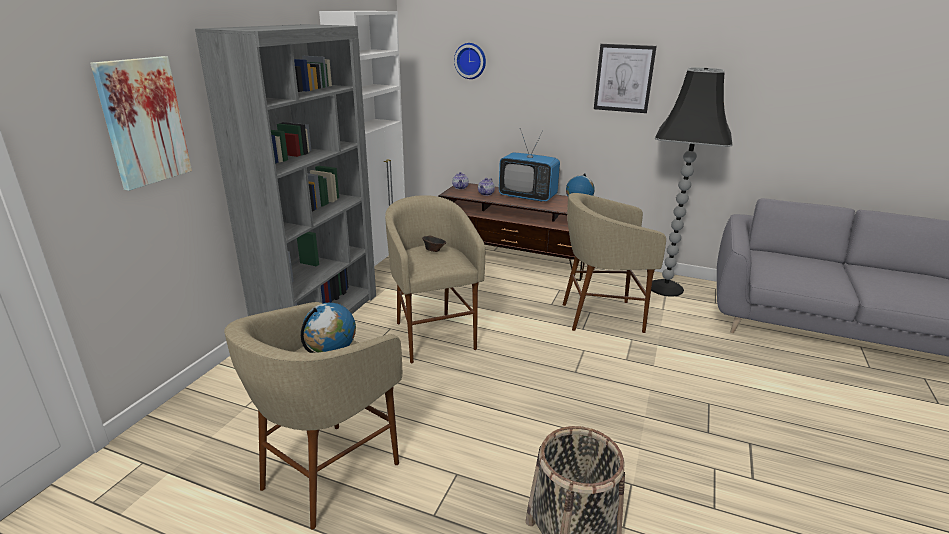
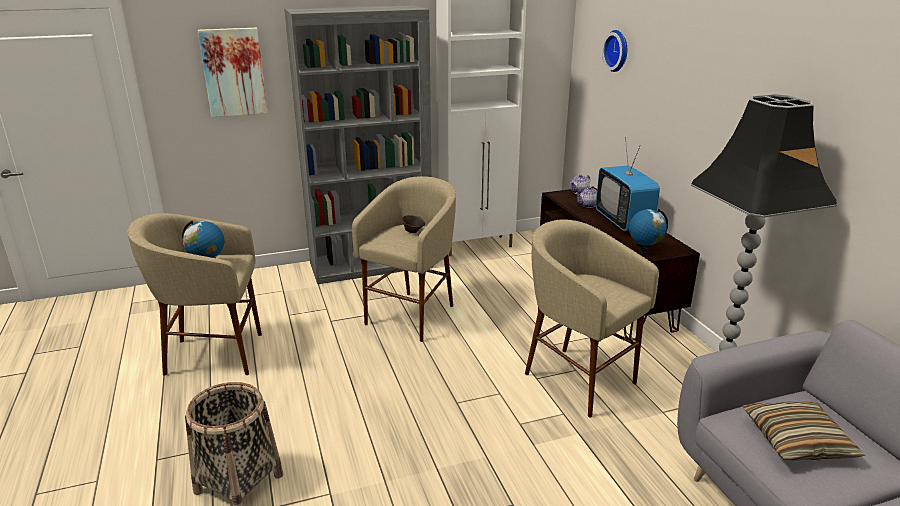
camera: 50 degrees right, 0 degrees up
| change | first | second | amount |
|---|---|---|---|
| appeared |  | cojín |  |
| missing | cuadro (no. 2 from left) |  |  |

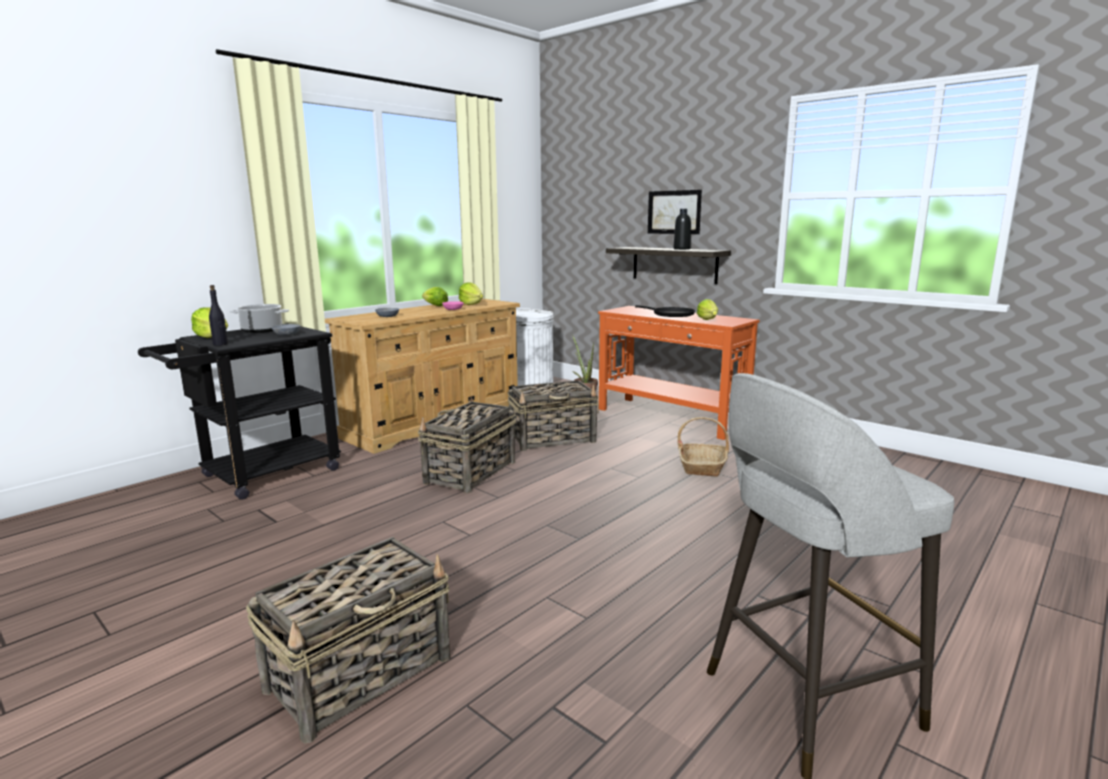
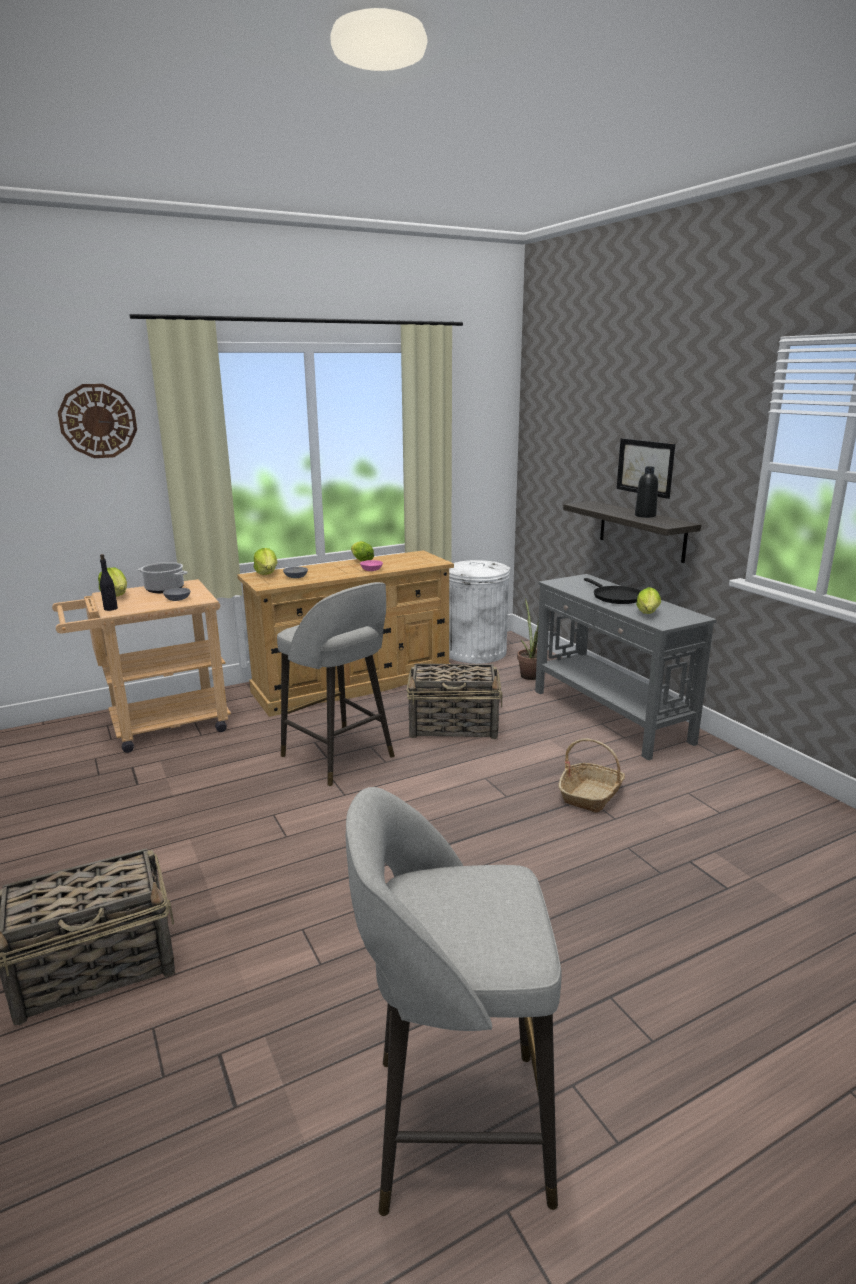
camera: 20 degrees right, 5 degrees up
| change | first | second | amount |
|---|---|---|---|
| colour | carrito (negro) | carrito (beis) |  |
| appeared |  | reloj de pared |  |
| relocated | lechuga (no. 3 from left in the first image) | lechuga (no. 2 from left) |  |
| exchanged | cesta (no. 2 from left) | taburete (gris) (no. 1 from left) |  |
| colour | mesa consola (naranja) | mesa consola (gris) |  |

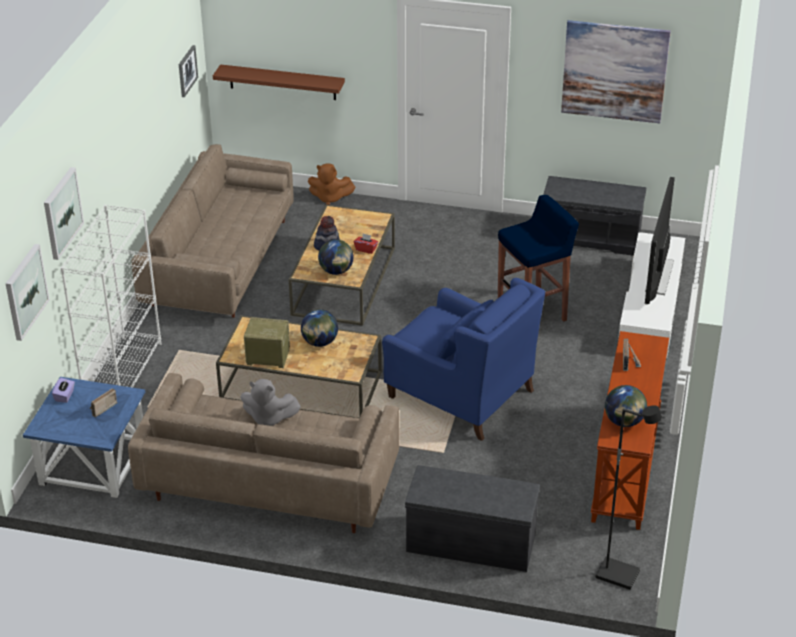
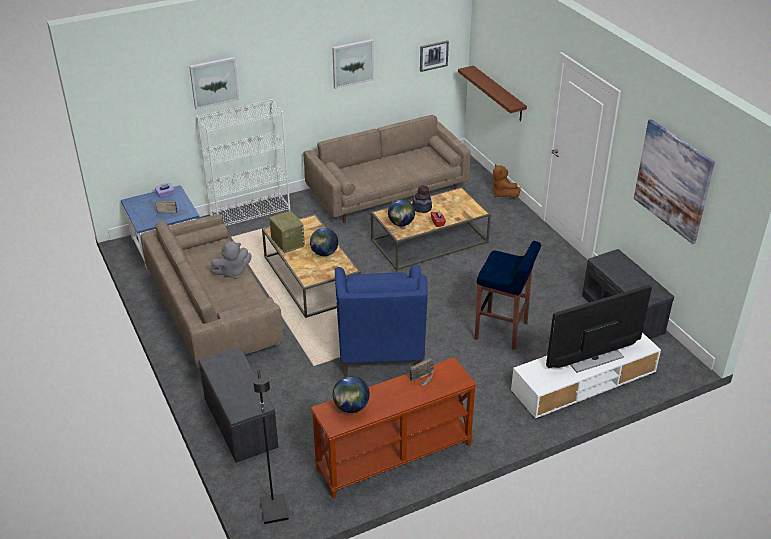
camera: 50 degrees right, 0 degrees up
| change | first | second | amount |
|---|---|---|---|
| spun | peluche (gris) |  | 90 degrees counterclockwise |
| relocated | cuadro (no. 1 from left in the first image) | cuadro (no. 2 from left) |  |

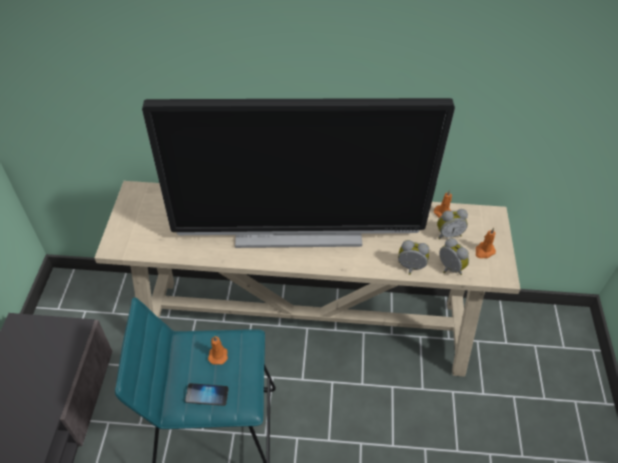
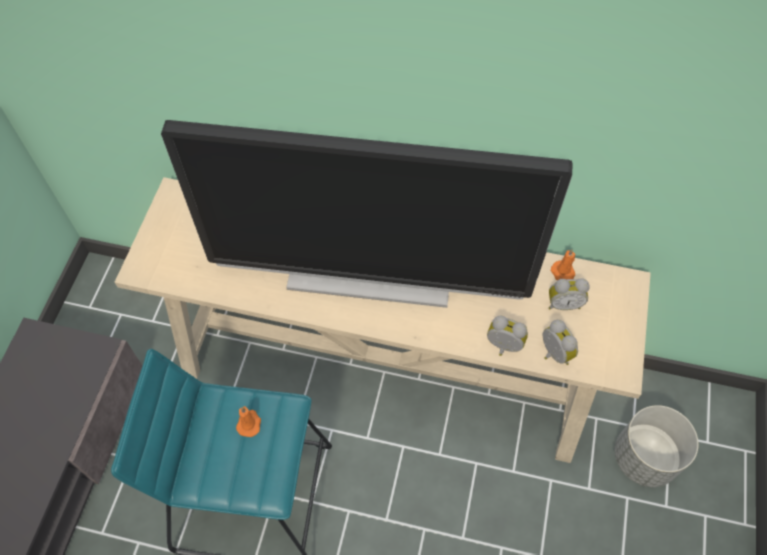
camera: 10 degrees right, 10 degrees up
| change | first | second | amount |
|---|---|---|---|
| appeared |  | maceta (gris) |  |
| missing | móvil |  |  |
| missing | vela (naranja) (no. 3 from left) |  |  |

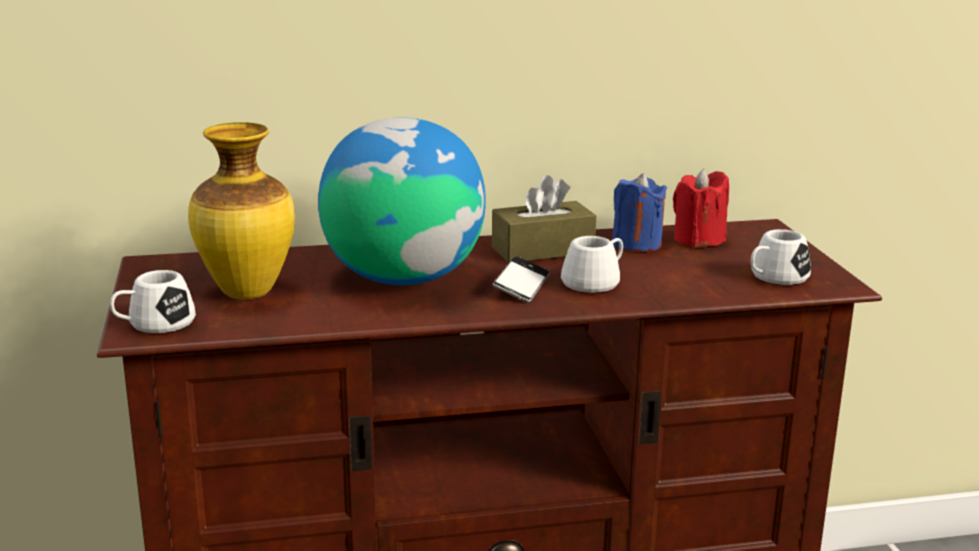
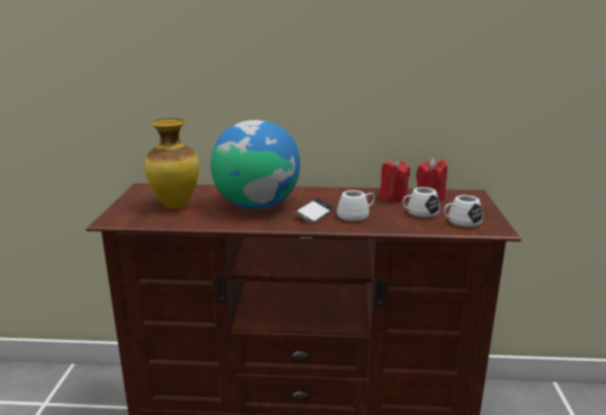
camera: 15 degrees right, 0 degrees up
| change | first | second | amount |
|---|---|---|---|
| colour | vela (azul) | vela (rojo) (no. 1 from left) |  |
| relocated | taza grande (blanco) (no. 1 from left in the first image) | taza grande (blanco) (no. 2 from left) |  |
| missing | caja de pañuelos (marrón) |  |  |

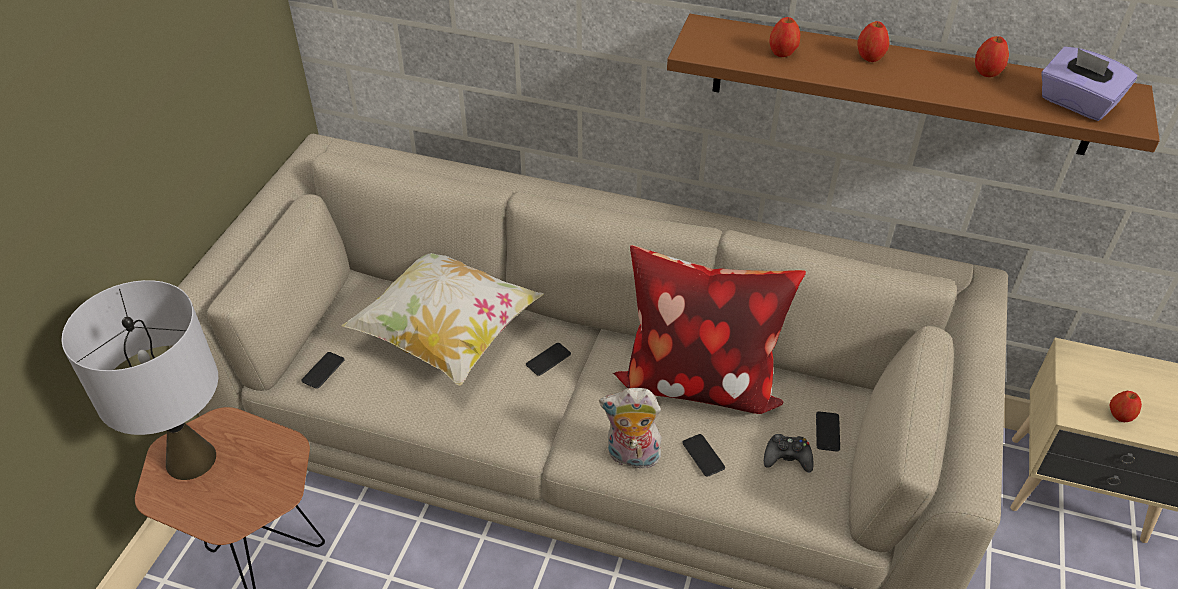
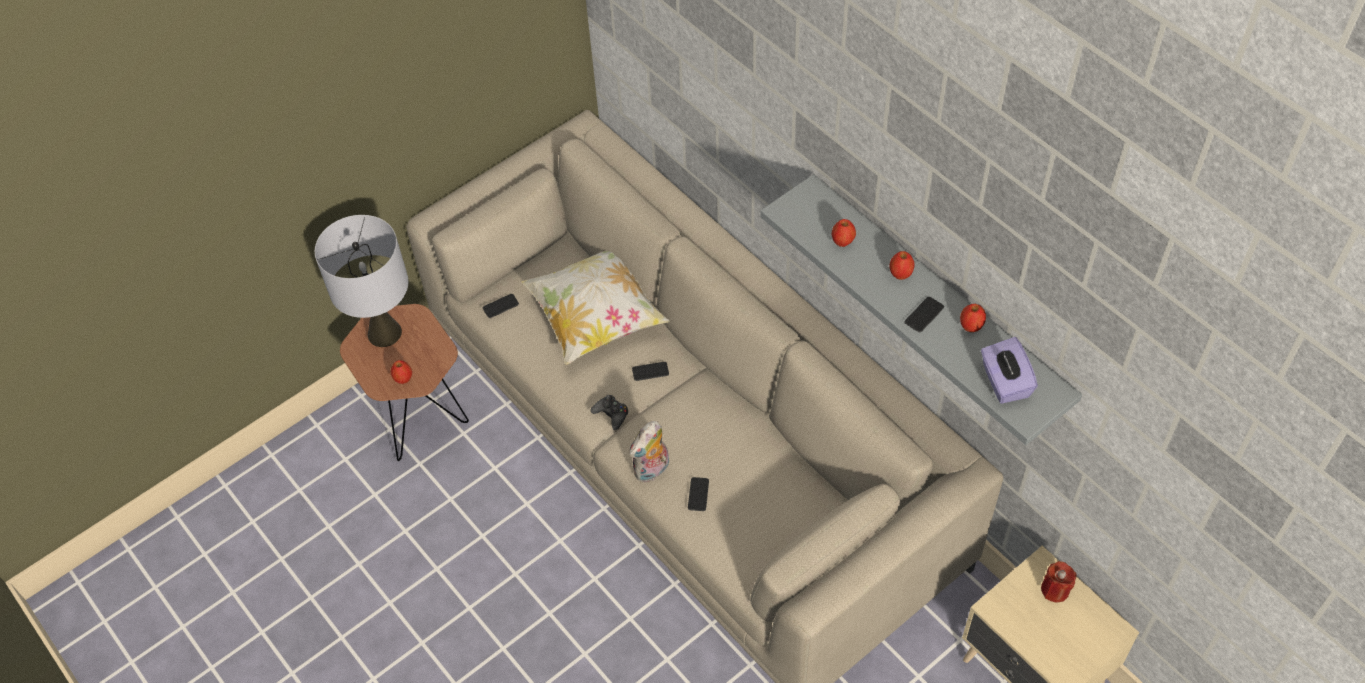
camera: 35 degrees right, 10 degrees up
| change | first | second | amount |
|---|---|---|---|
| relocated | manzana (no. 4 from left in the first image) | manzana (no. 1 from left) |  |
| relocated | mando de consola (negro) |  |  |
| spun | peluche |  | 90 degrees counterclockwise |
| colour | estante (marrón) | estante (gris) |  |
| relocated | móvil (no. 4 from left) |  |  |
| appeared |  | vela (rojo) |  |
| missing | cojín (no. 2 from left) |  |  |

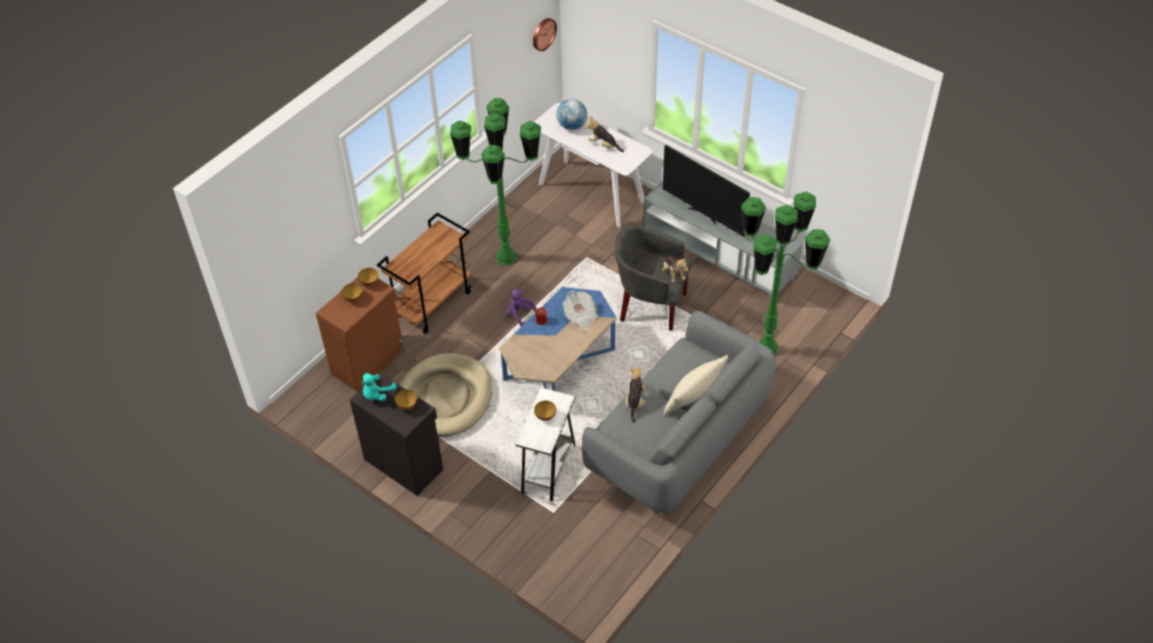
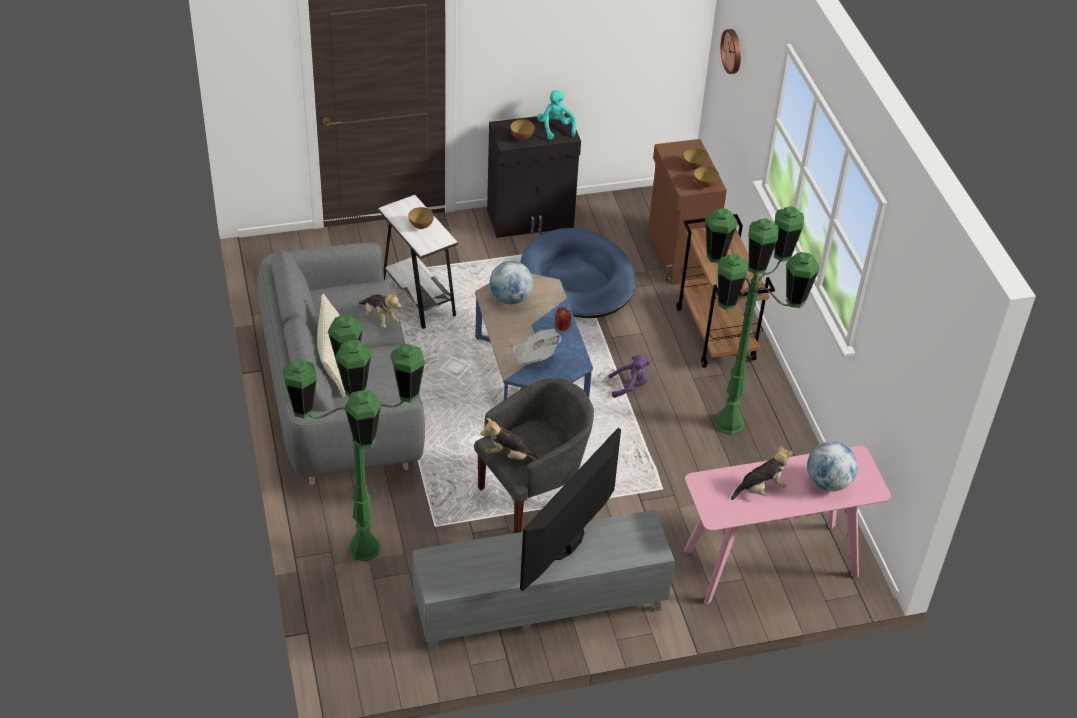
camera: 125 degrees right, 5 degrees down
| change | first | second | amount |
|---|---|---|---|
| appeared |  | globo terráqueo (no. 1 from left) |  |
| colour | cama para perro (beis) | cama para perro (azul) |  |
| spun | televisor |  | 45 degrees counterclockwise |
| colour | mesa consola (blanco) | mesa consola (rosa) |  |
| relocated | reloj de pared |  |  |

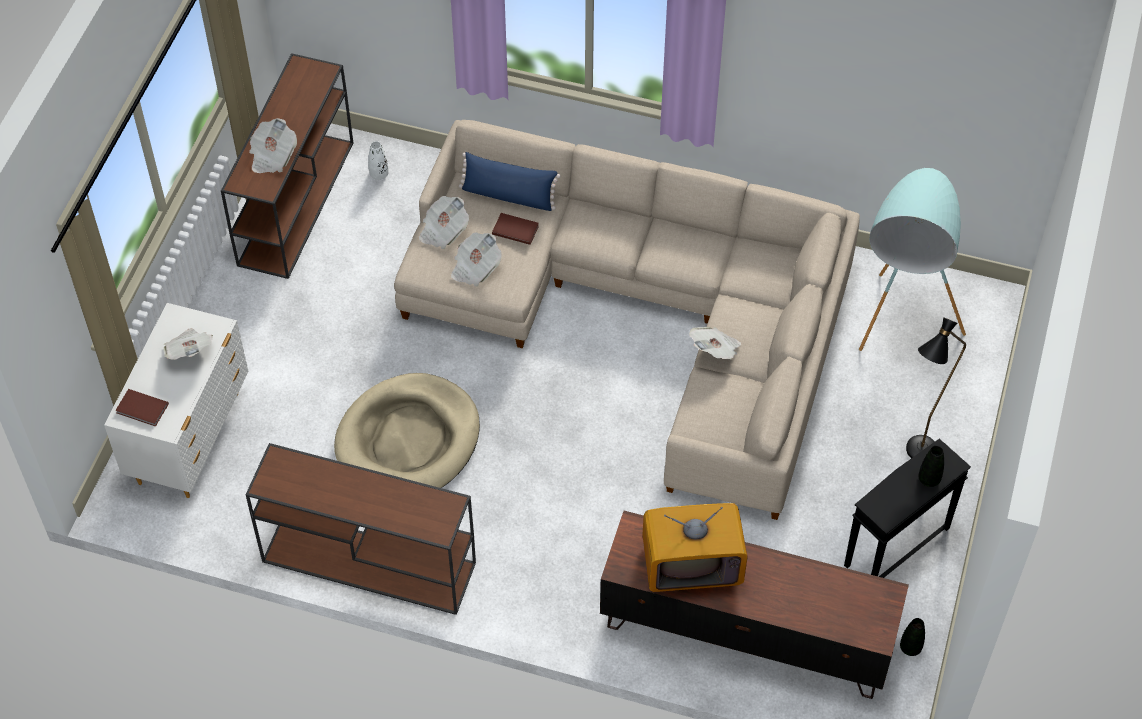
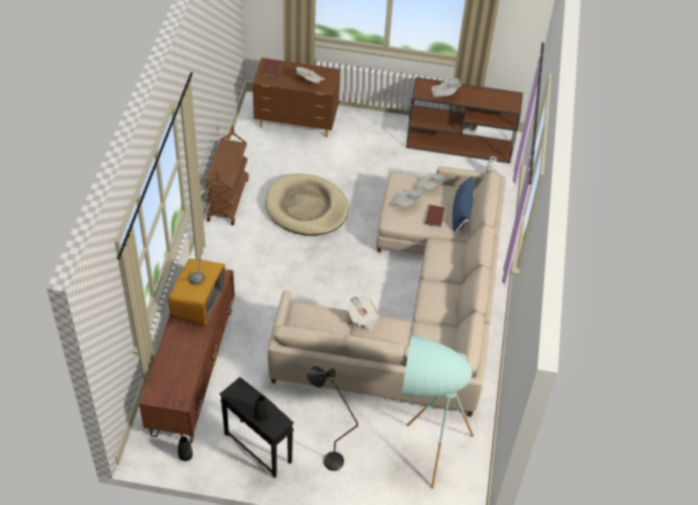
camera: 80 degrees right, 5 degrees down
| change | first | second | amount |
|---|---|---|---|
| spun | televisor |  | 150 degrees counterclockwise |
| exchanged | mesa consola (marrón) (no. 2 from left) | carrito (marrón) |  |
| colour | cómoda (blanco) | cómoda (marrón) |  |

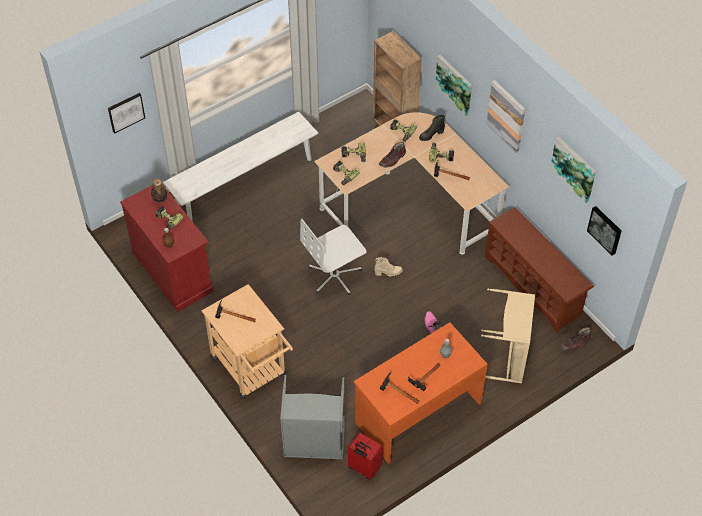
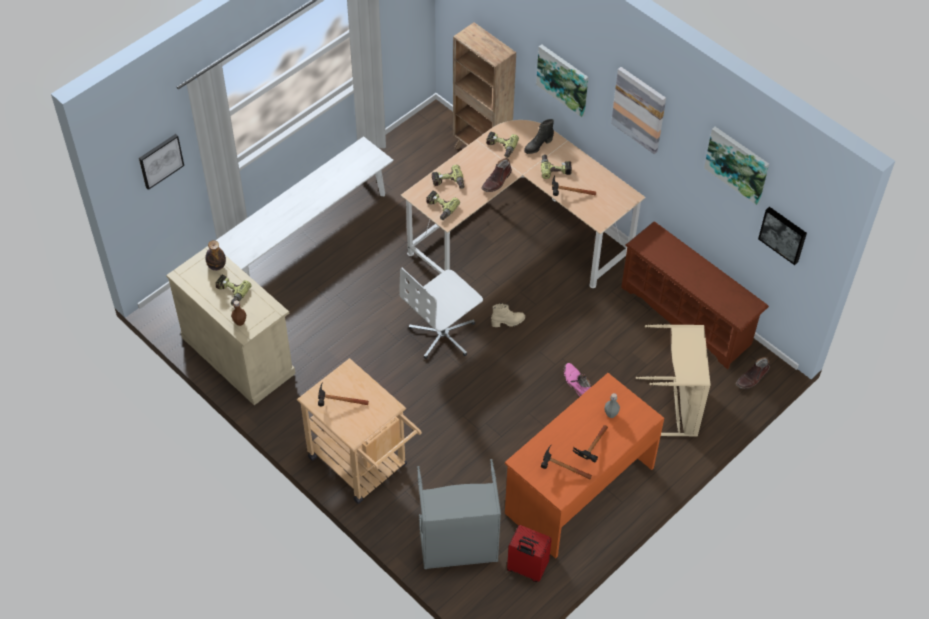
camera: 10 degrees left, 0 degrees up
| change | first | second | amount |
|---|---|---|---|
| colour | armario (rojo) | armario (beis) |  |

